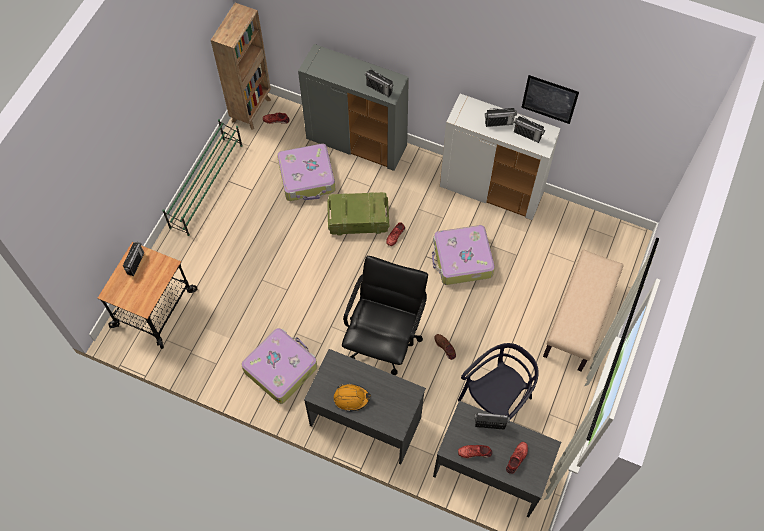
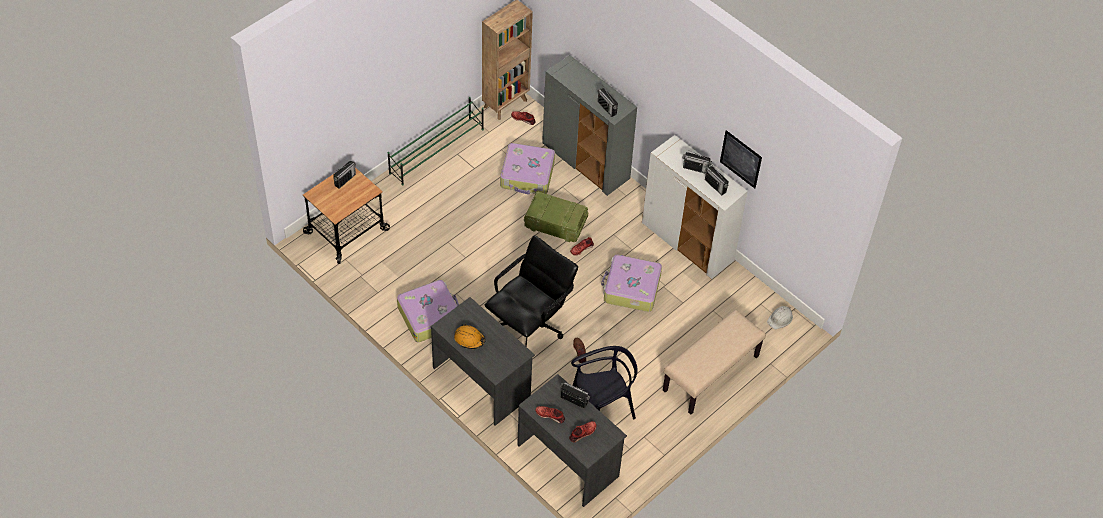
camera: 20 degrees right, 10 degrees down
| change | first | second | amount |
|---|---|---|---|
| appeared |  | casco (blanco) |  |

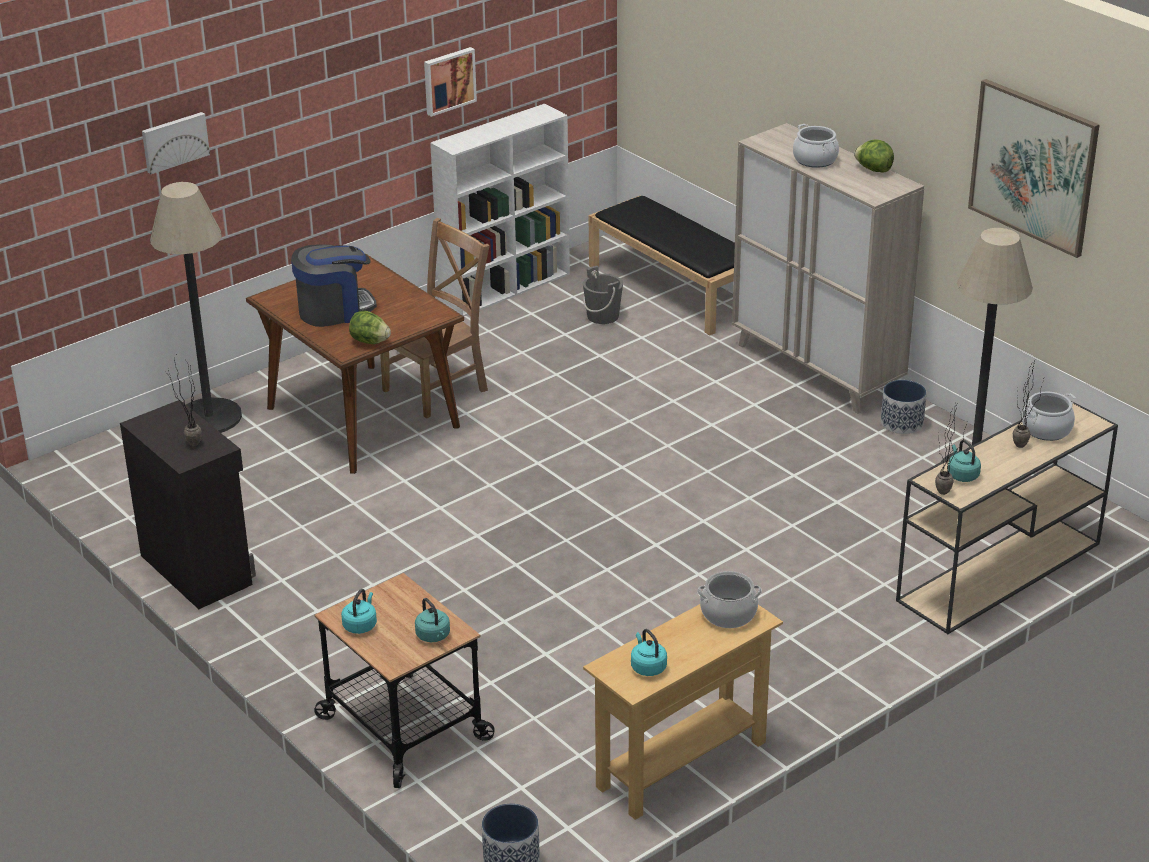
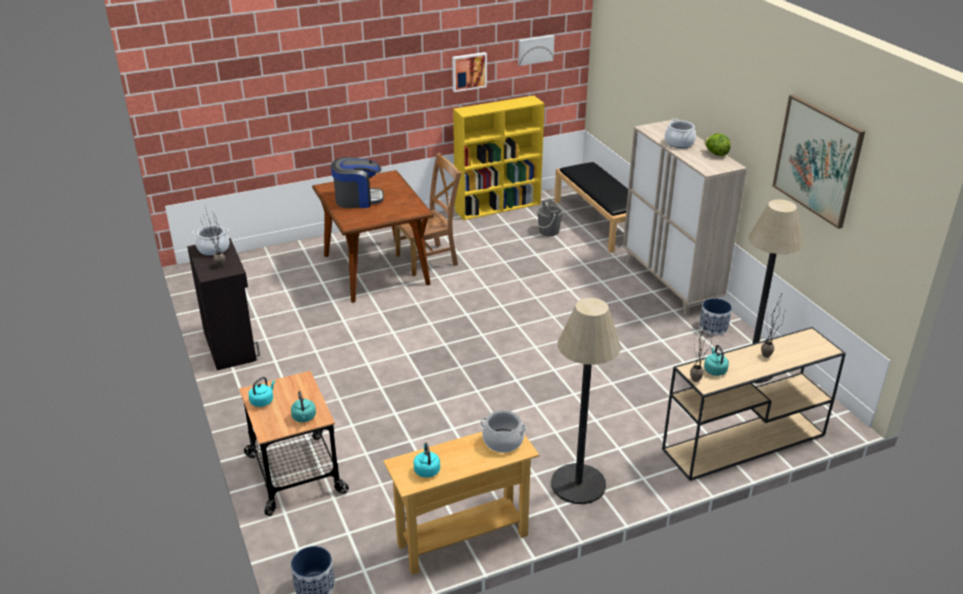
camera: 15 degrees right, 0 degrees up
| change | first | second | amount |
|---|---|---|---|
| relocated | olla (no. 3 from left in the first image) | olla (no. 1 from left) |  |
| colour | estantería (blanco) | estantería (amarillo) |  |
| relocated | cuadro (no. 1 from left in the first image) | cuadro (no. 2 from left) |  |
| relocated | lámpara de pie (no. 1 from left) |  |  |
| missing | lechuga (no. 1 from left) |  |  |

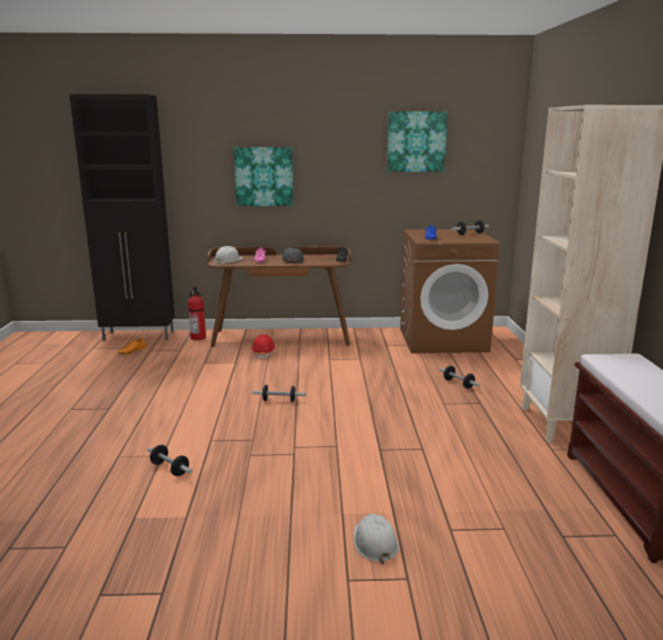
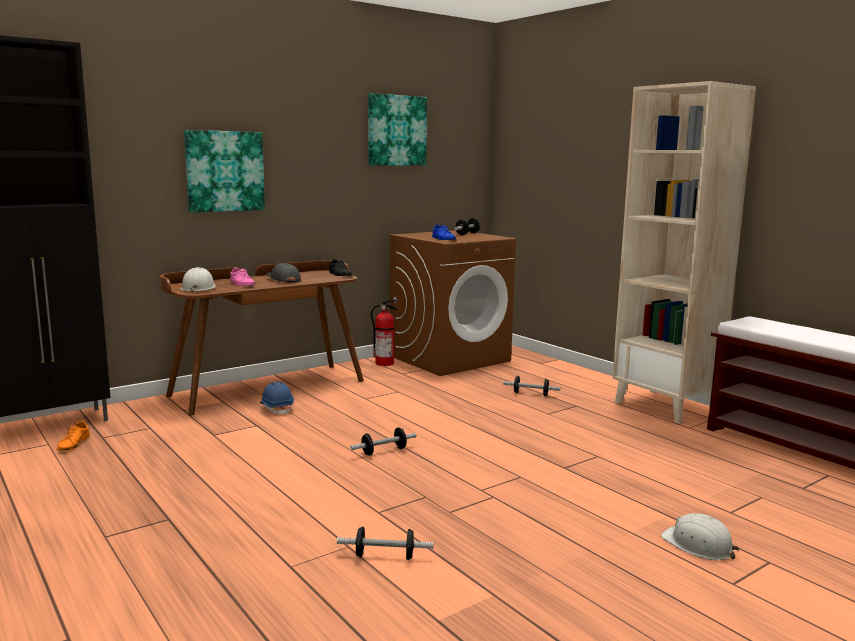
camera: 35 degrees left, 5 degrees down
| change | first | second | amount |
|---|---|---|---|
| colour | casco (rojo) | casco (azul) |  |
| relocated | extintor |  |  |

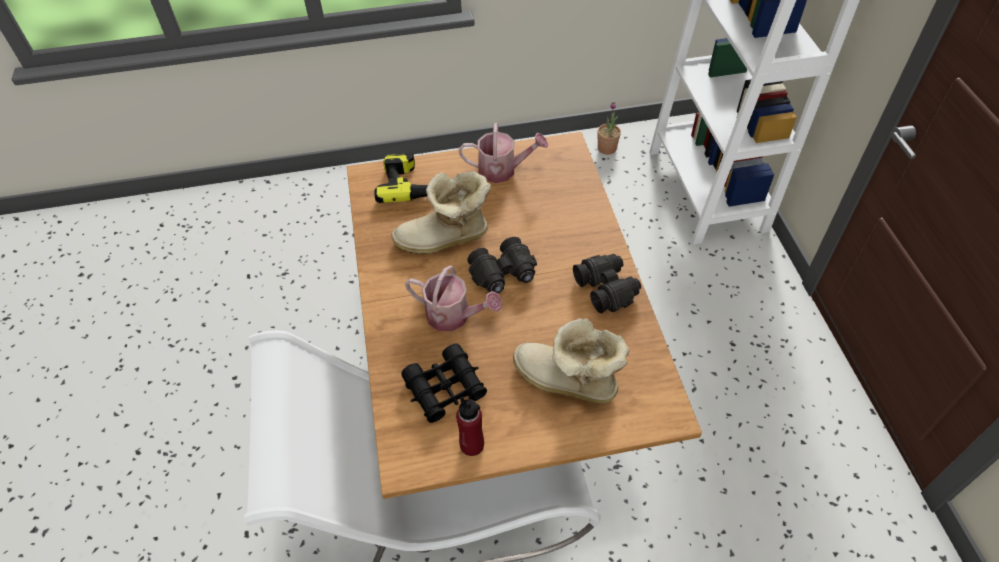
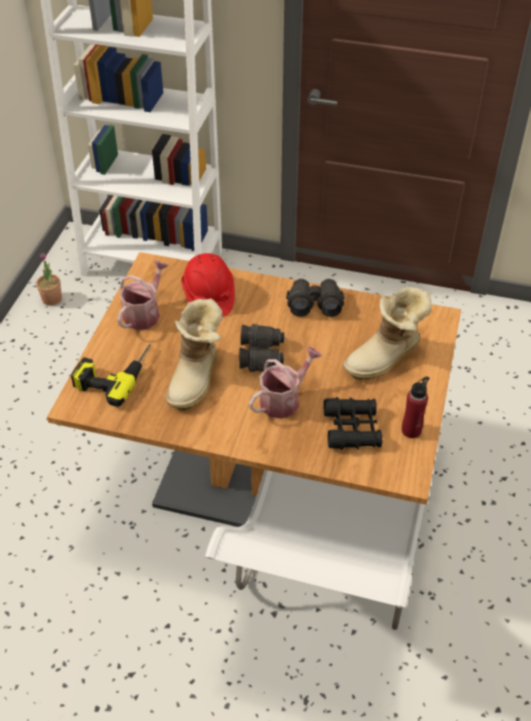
camera: 65 degrees left, 5 degrees down
| change | first | second | amount |
|---|---|---|---|
| appeared |  | casco (rojo) |  |

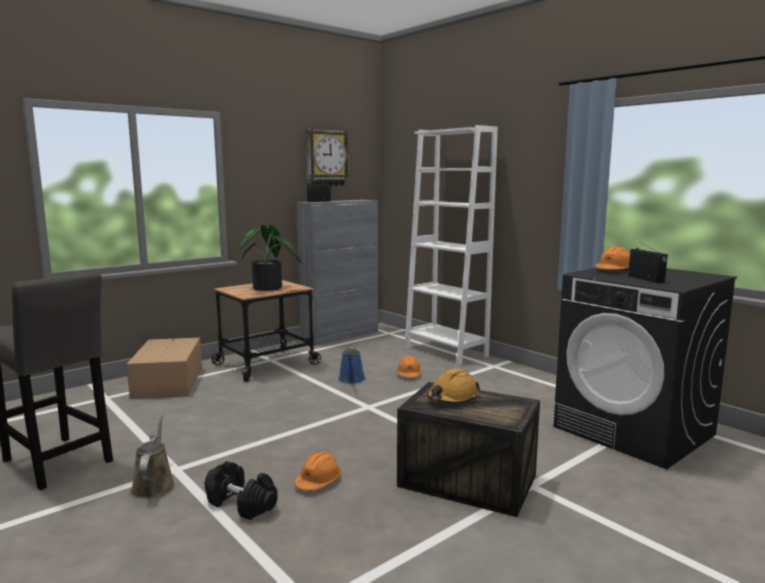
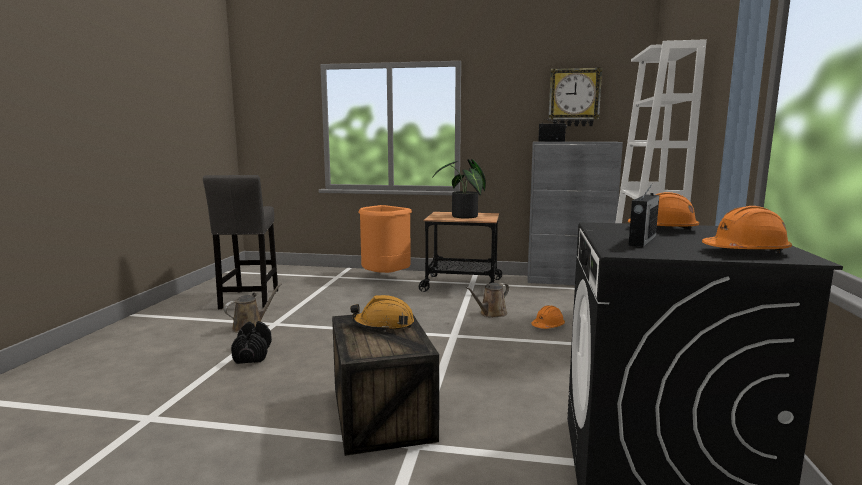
camera: 50 degrees right, 0 degrees up
| change | first | second | amount |
|---|---|---|---|
| exchanged | caja de cartón | papelera (naranja) |  |
| colour | regadera (azul) | regadera (marrón) (no. 2 from left) |  |
| relocated | casco (naranja) (no. 1 from left in the first image) | casco (naranja) (no. 4 from left) |  |

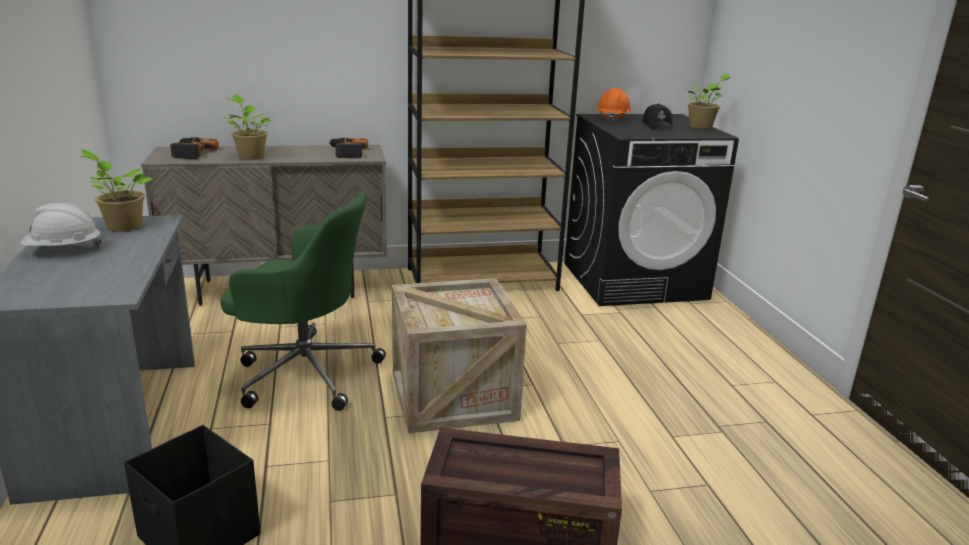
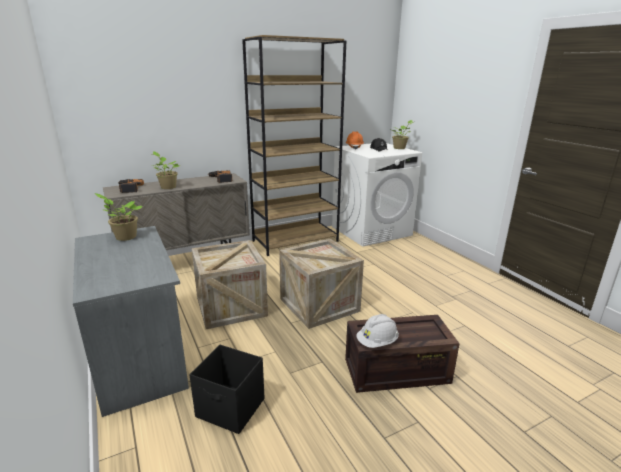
camera: 15 degrees left, 0 degrees up
| change | first | second | amount |
|---|---|---|---|
| exchanged | silla de oficina (verde) | caja de embalaje (no. 1 from left) |  |
| colour | lavadora (negro) | lavadora (blanco) |  |
| relocated | casco (blanco) |  |  |

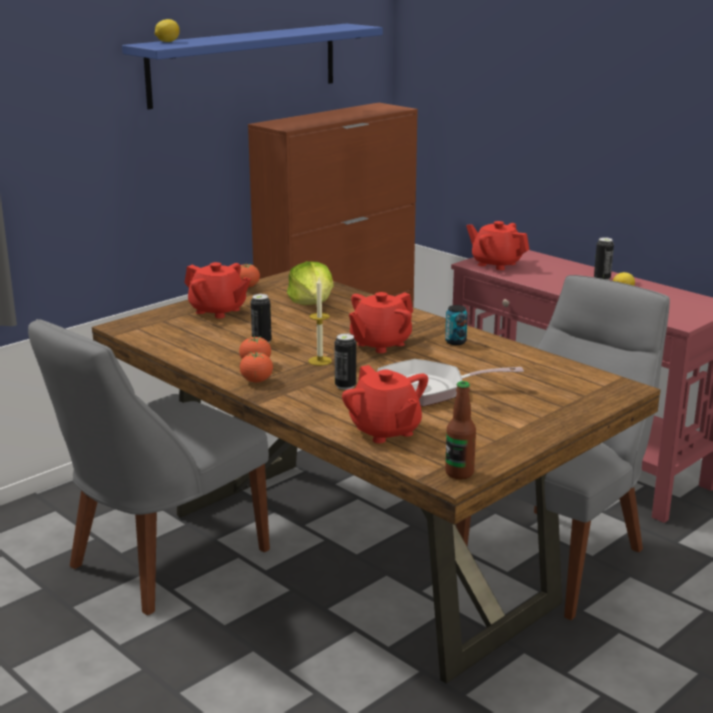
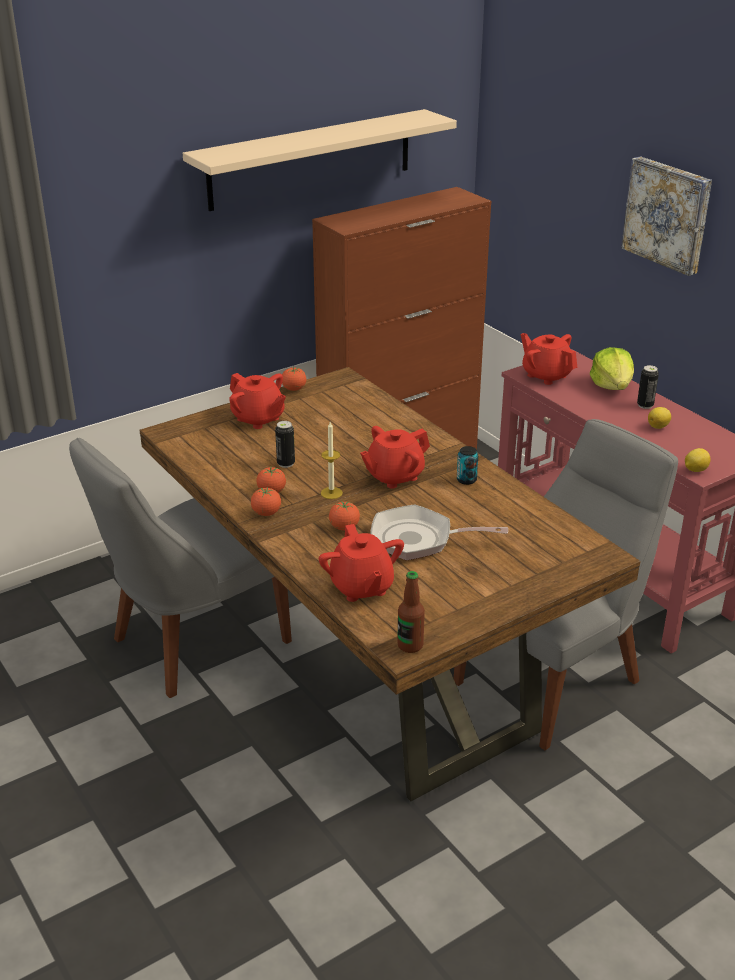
camera: 10 degrees right, 10 degrees up
| change | first | second | amount |
|---|---|---|---|
| colour | estante (azul) | estante (beis) |  |
| exchanged | lata (no. 2 from left) | tomate (no. 4 from left) |  |
| relocated | lechuga |  |  |
| appeared |  | cuadro |  |
| relocated | limón (no. 1 from left in the first image) | limón (no. 2 from left) |  |

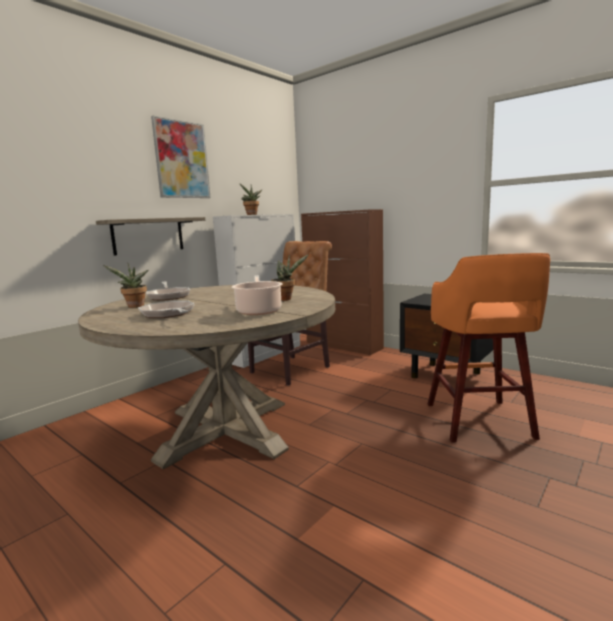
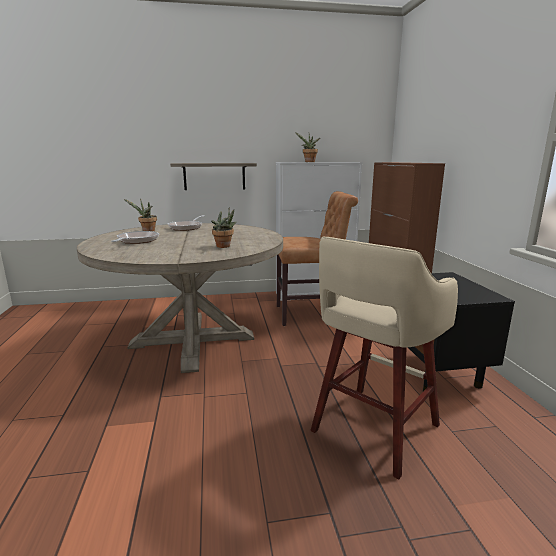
camera: 40 degrees right, 5 degrees up
| change | first | second | amount |
|---|---|---|---|
| colour | taburete (naranja) | taburete (beis) |  |
| missing | cuadro |  |  |
| missing | olla |  |  |

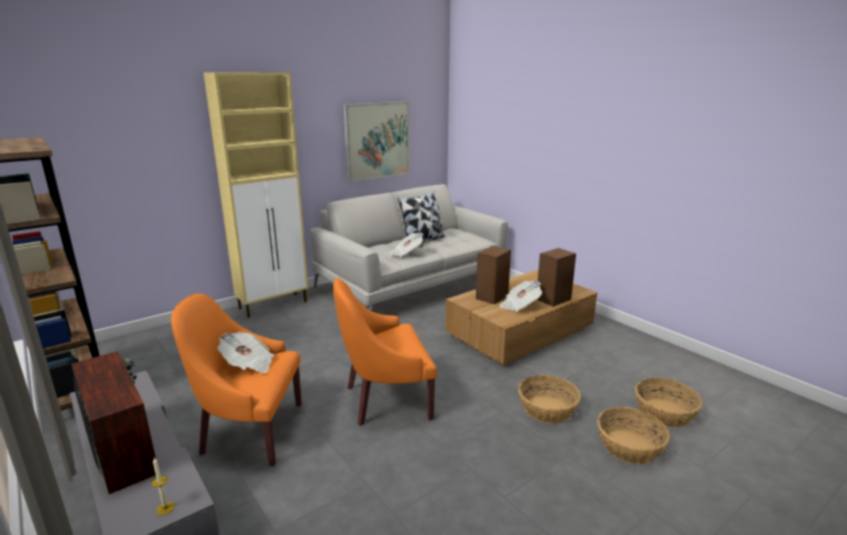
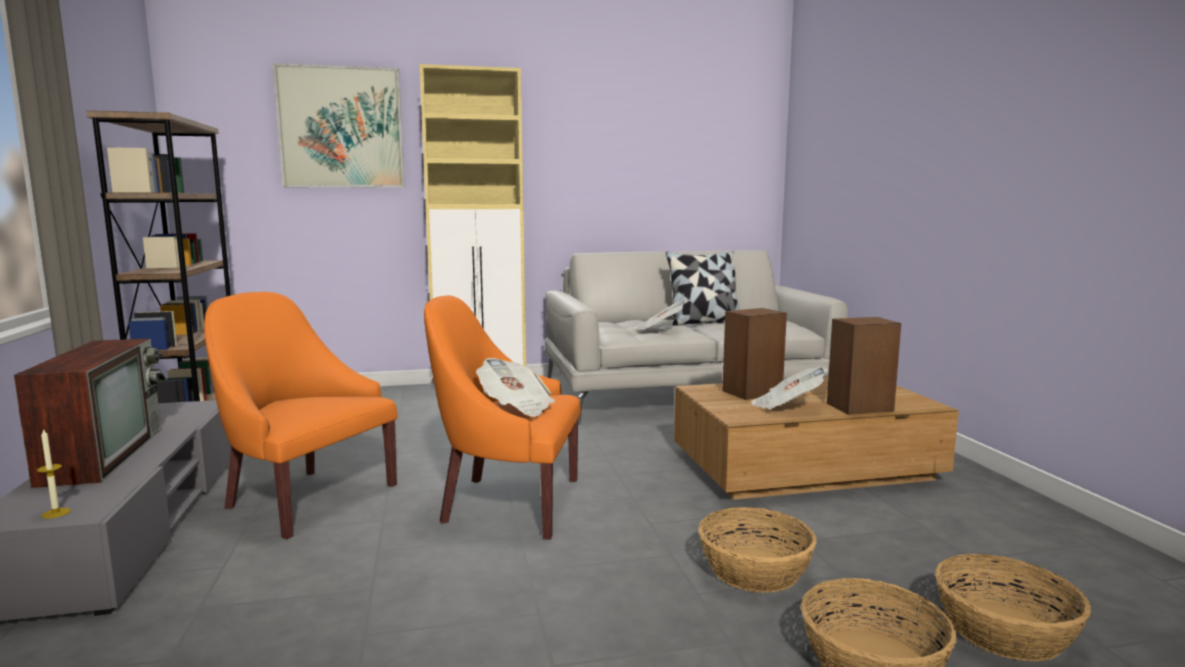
camera: 25 degrees right, 10 degrees down
| change | first | second | amount |
|---|---|---|---|
| relocated | cuadro |  |  |
| relocated | periódico (no. 1 from left) |  |  |

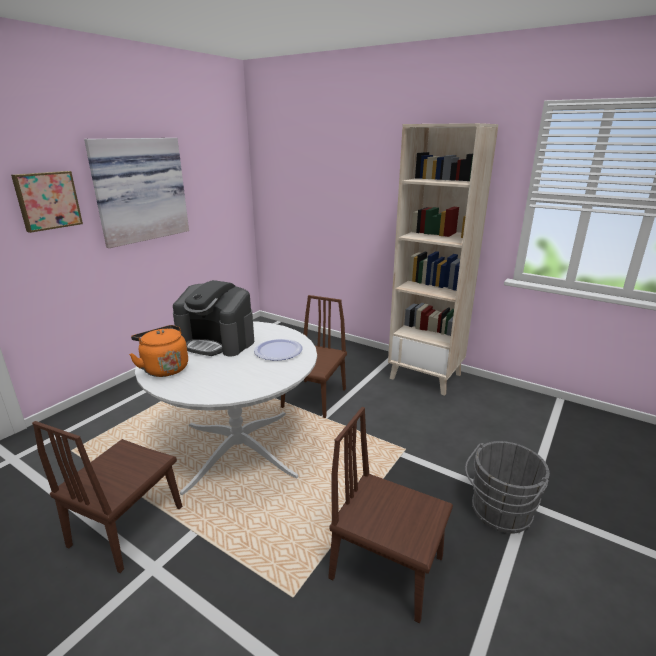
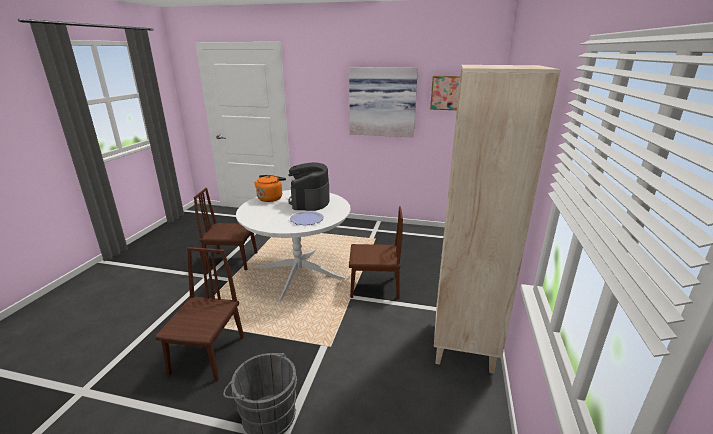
camera: 70 degrees right, 0 degrees up
| change | first | second | amount |
|---|---|---|---|
| relocated | cuadro (no. 1 from left in the first image) | cuadro (no. 2 from left) |  |

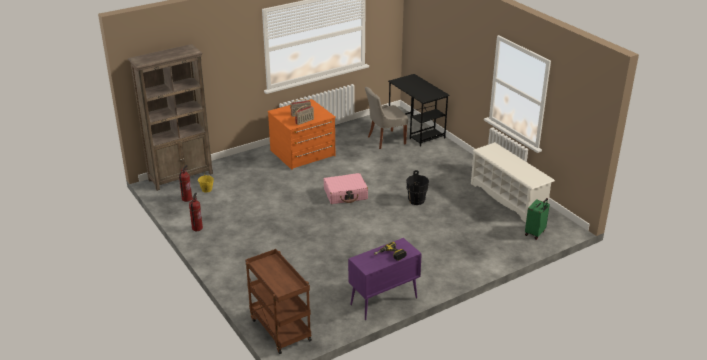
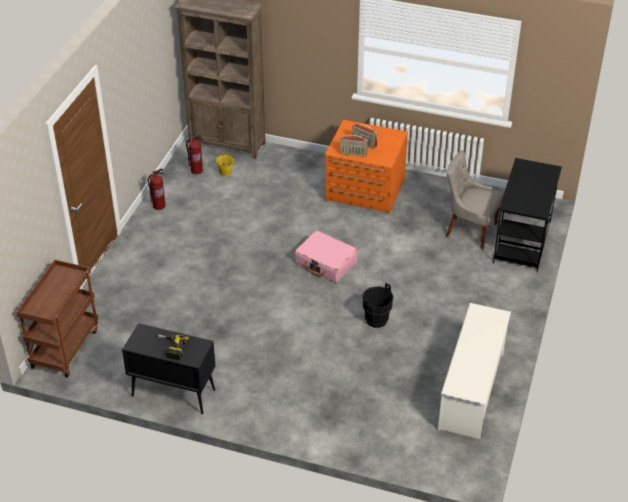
camera: 50 degrees right, 10 degrees up
| change | first | second | amount |
|---|---|---|---|
| colour | armario (morado) | armario (negro) |  |
| missing | maleta (verde) |  |  |

